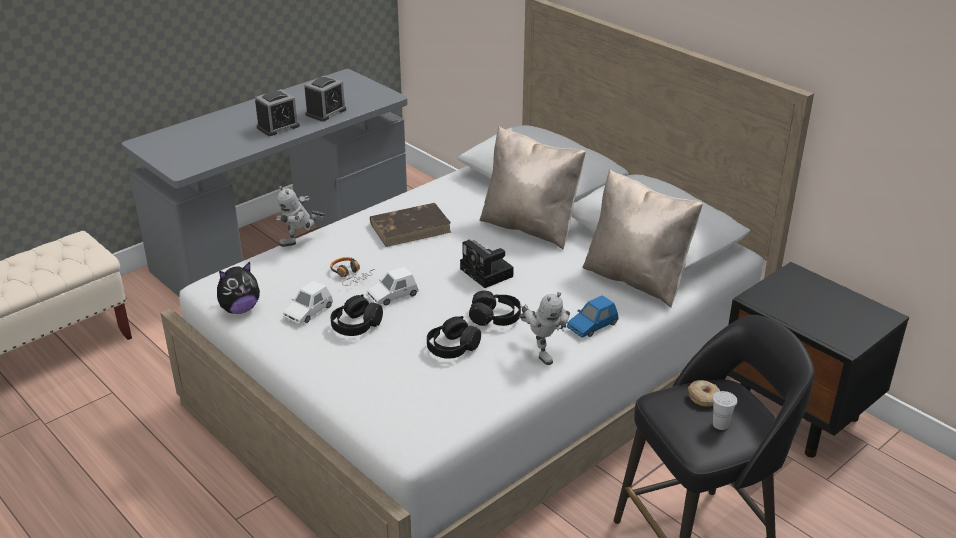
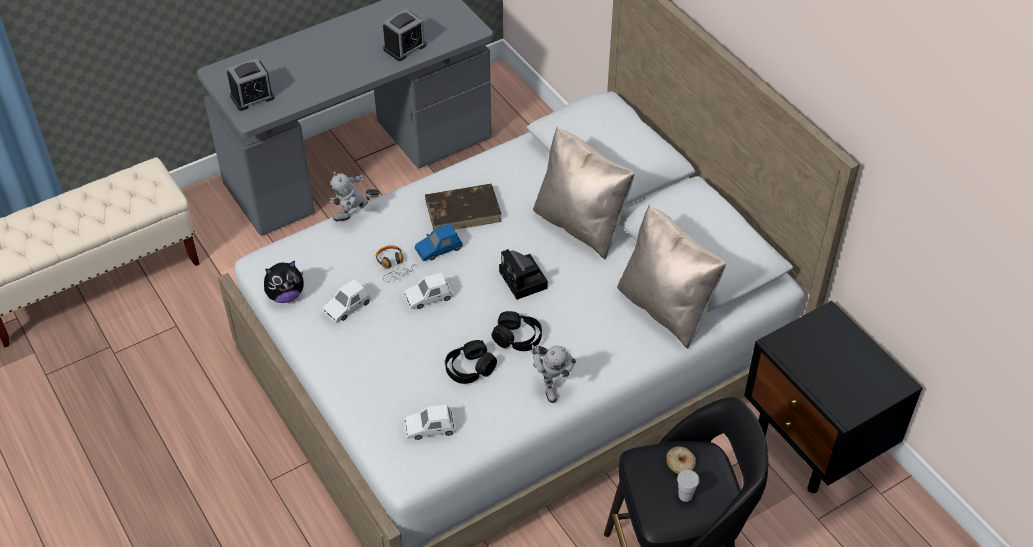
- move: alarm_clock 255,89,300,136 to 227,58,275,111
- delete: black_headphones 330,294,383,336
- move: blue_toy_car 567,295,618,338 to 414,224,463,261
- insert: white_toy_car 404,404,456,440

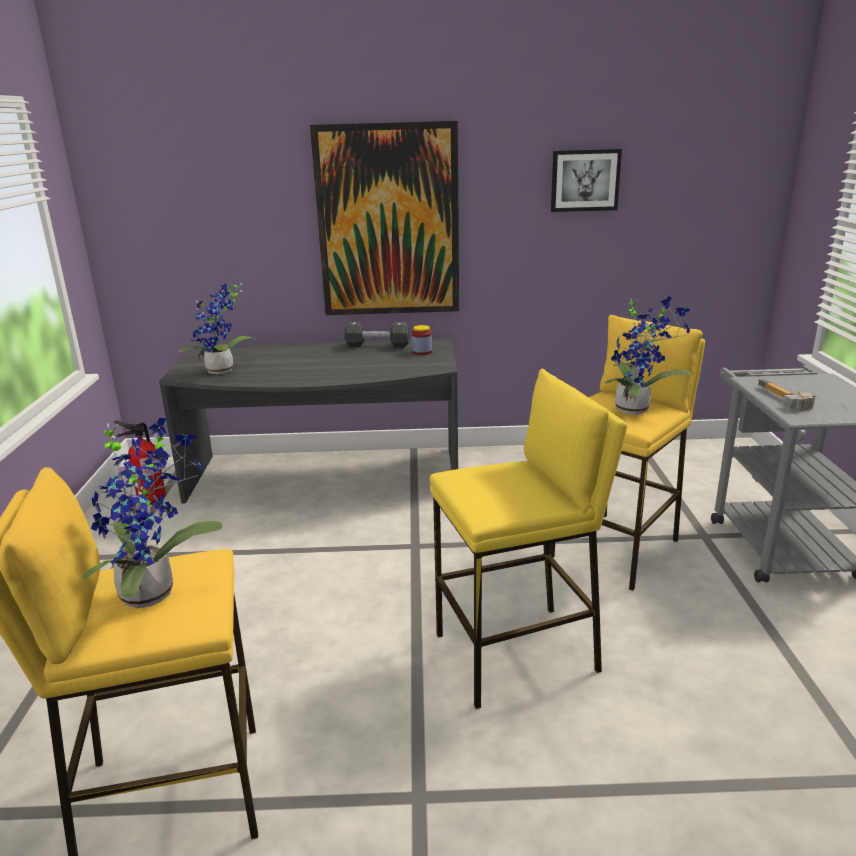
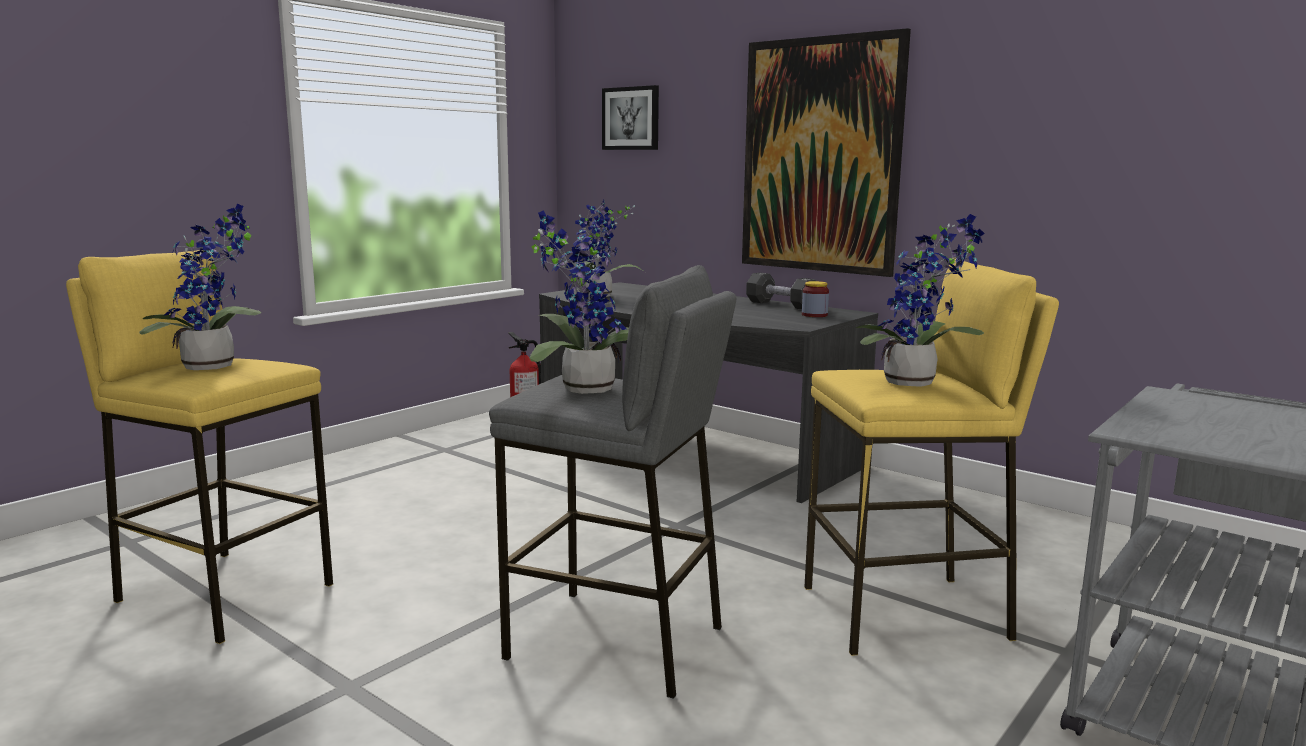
- recolor: yellow_stool 430,369,627,709 to grey_stool 489,265,737,699
- move: picture 551,149,622,212 to 602,85,659,150
- delete: hammer 758,379,815,411
- insert: potted_plant 529,210,629,394

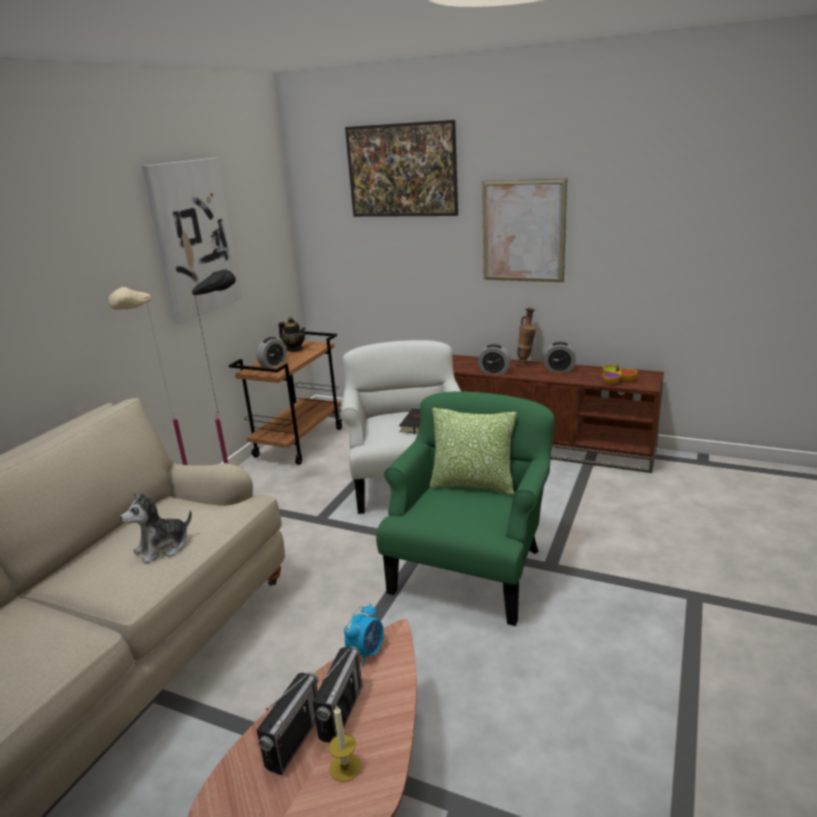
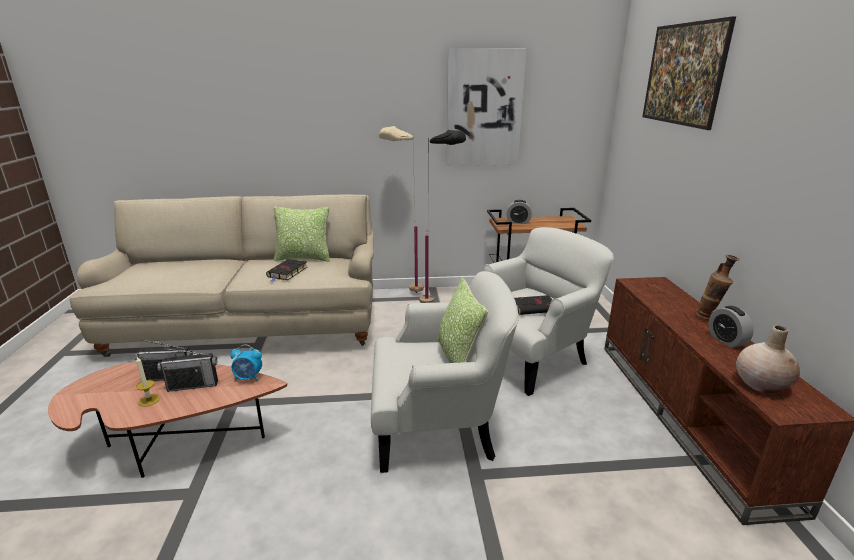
- replace: plush_toy 120,492,192,564 to black_book 266,259,307,282
- delete: teapot 278,317,305,351
- recolor: green_armchair 376,391,555,626 to white_armchair 371,271,519,473
- delete: alarm_clock 478,344,511,374
- delete: picture 482,179,567,282
- replace: bowl 602,364,638,384 to beige_vase 736,326,800,393
- insert: pillow 274,207,330,262

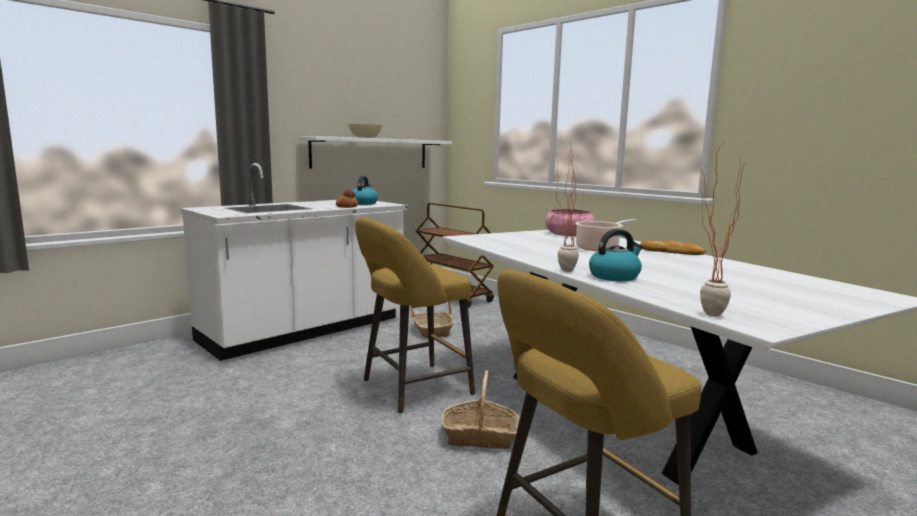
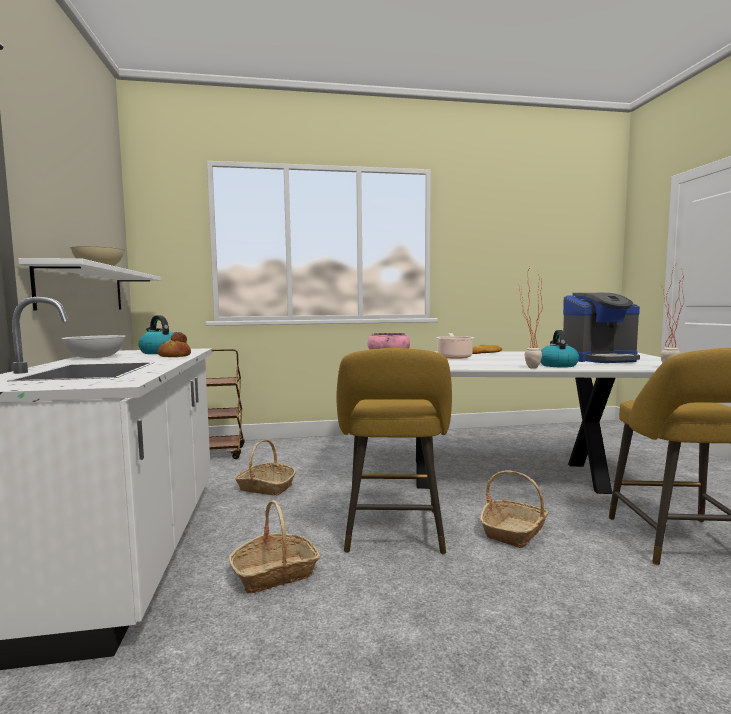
- insert: white_bowl 61,335,125,358
- insert: basket 229,500,321,594
- insert: coffee_machine 563,293,640,363

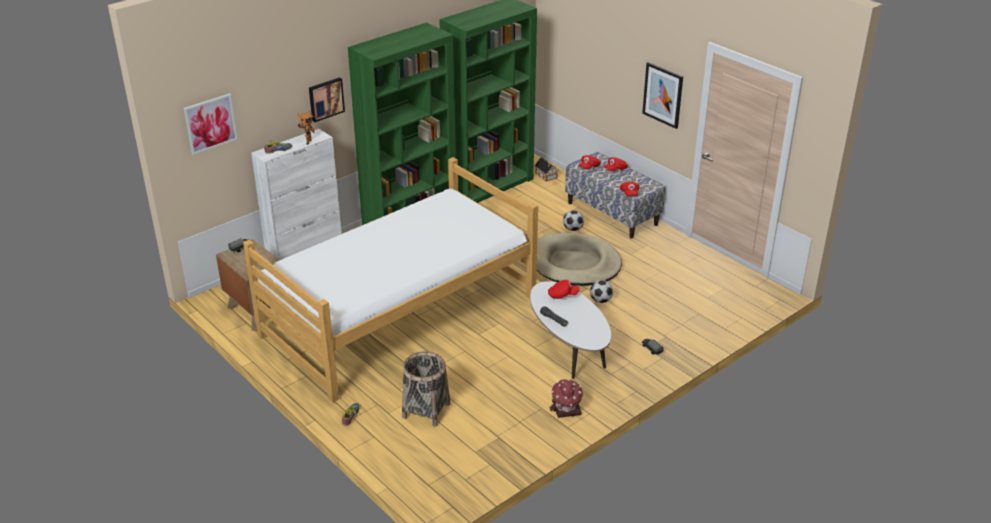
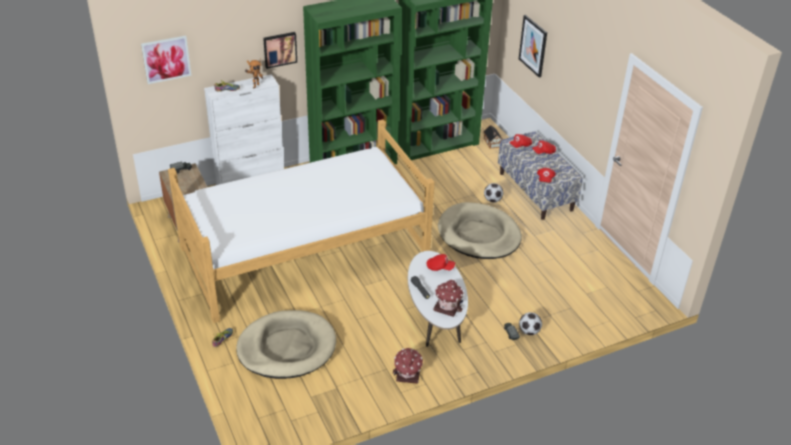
- replace: basket 402,351,450,427 to beige_dog_bed 236,310,336,379
- move: football 590,280,613,303 to 519,312,542,335
- move: picture 642,62,683,129 to 519,15,547,78
- insert: toy_house 434,280,464,317

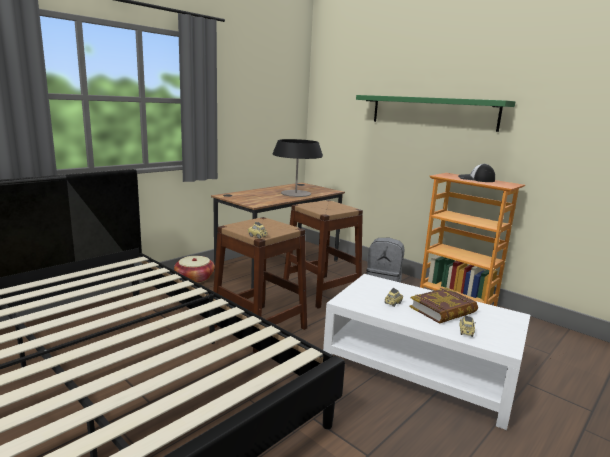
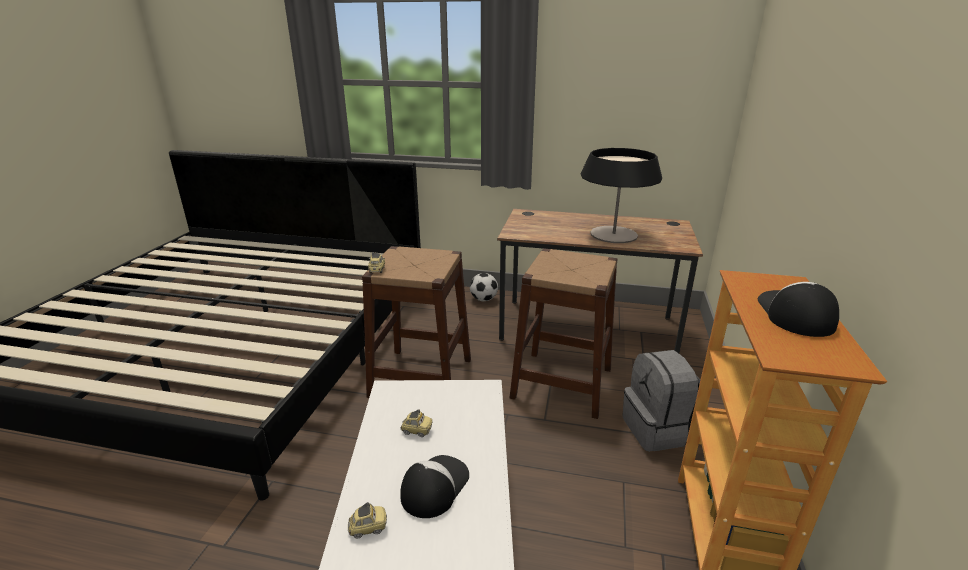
- replace: basket 174,256,215,283 to football 470,273,498,301
- delete: green_shelf 356,95,515,132
- replace: book 410,287,478,324 to cap 400,455,469,518

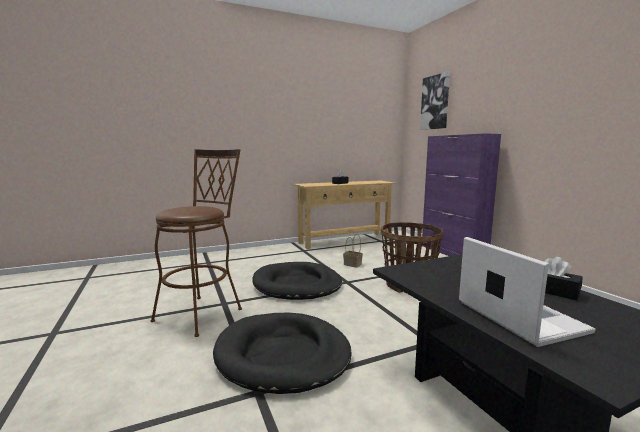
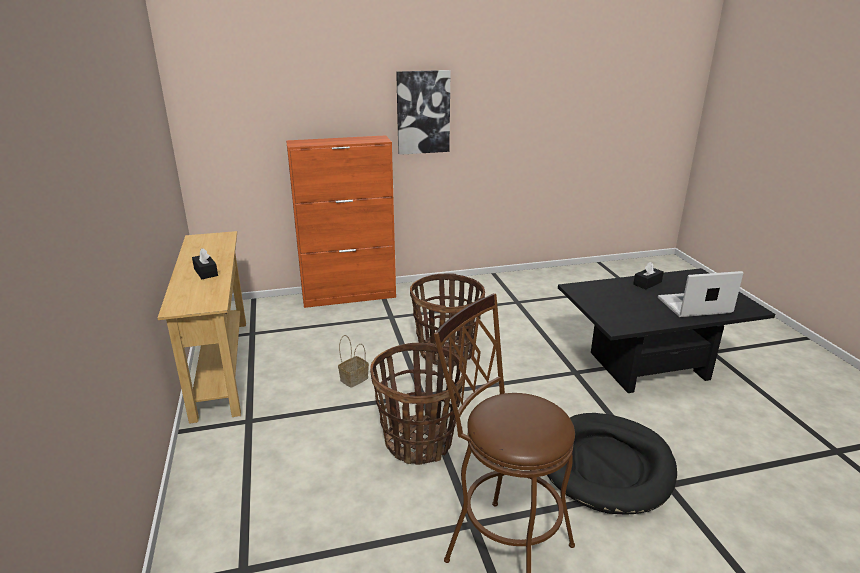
- replace: black_dog_bed 252,262,342,300 to basket 370,343,464,465
- move: picture 420,72,450,130 to 396,70,451,155
- recolor: purple_cabinet 422,133,501,256 to orange_cabinet 286,135,396,308

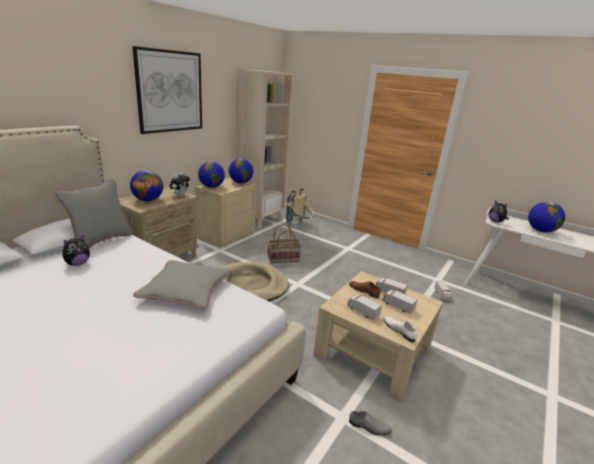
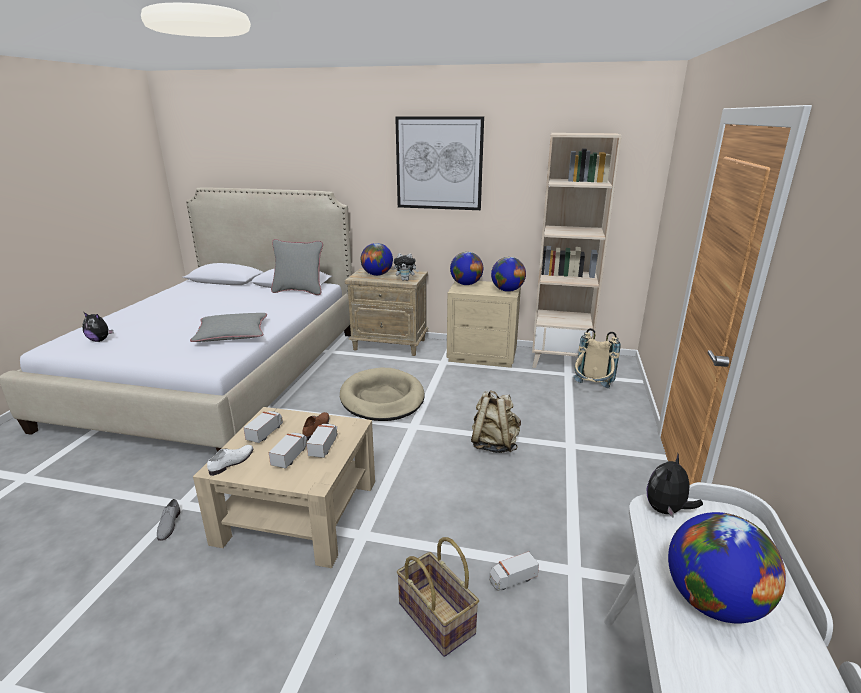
- move: plush_toy 63,235,90,266 to 82,312,113,342
- move: basket 268,224,302,264 to 397,537,479,657
- insert: beige_backpack 471,390,521,453

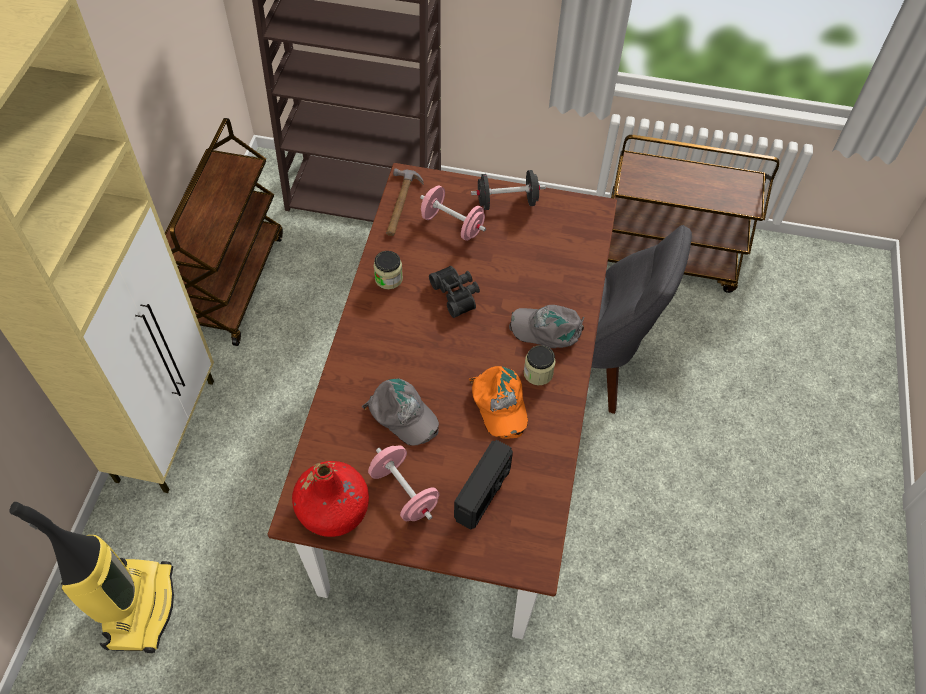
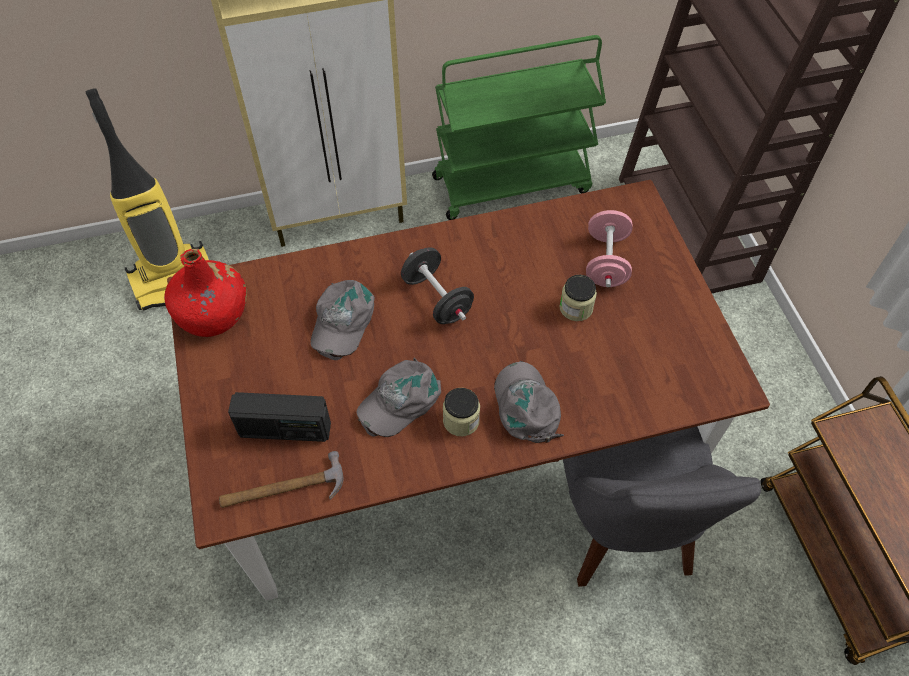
- recolor: brown_cart 165,118,283,346 to green_cart 432,35,606,220
- delete: pink_dumbbell 368,445,440,521
- move: jar 374,251,403,289 to 560,275,597,321
- move: hammer 386,168,424,236 to 219,451,343,508
- delete: black_binoculars 429,266,480,318
- recolor: orange_cap 469,366,528,439 to grey_cap 356,358,441,437
- move: black_dumbbell 471,170,546,210 to 401,247,474,324

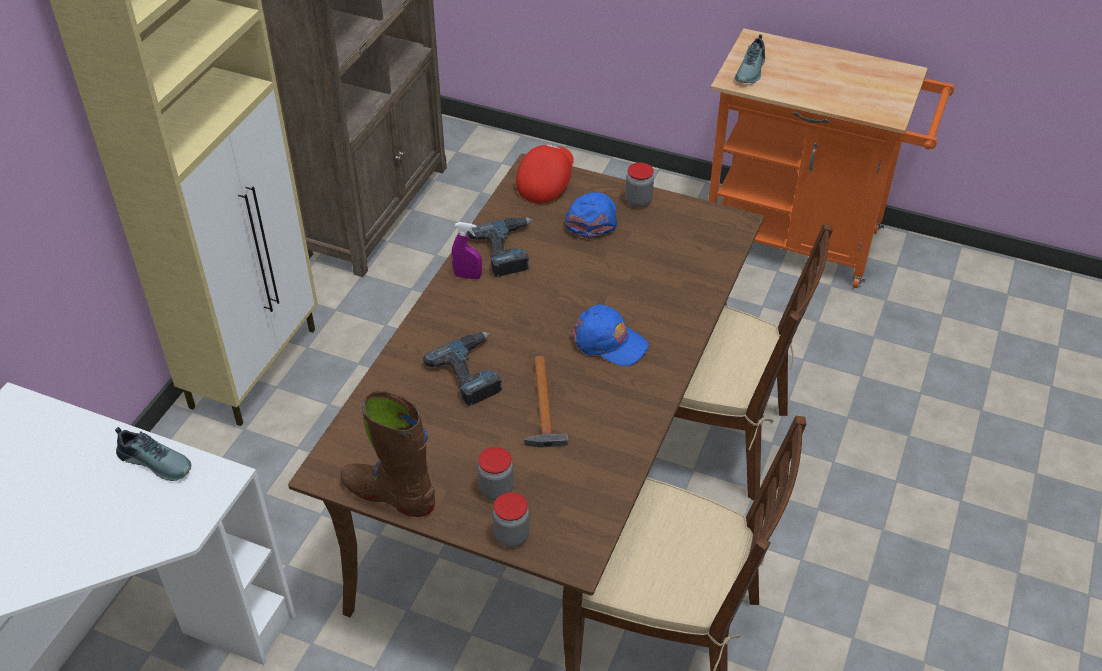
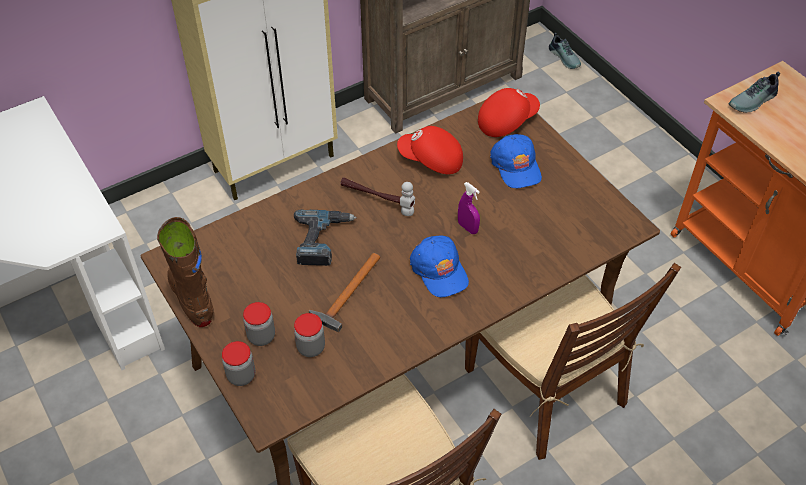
- move: shoe 115,427,192,481 to 549,33,581,69
- move: purple_spray_bottle 452,222,482,279 to 458,182,480,234
- replace: power_drill 467,217,533,276 to red_cap 397,126,463,174
- rotate: blue_cap 565,192,617,240 = 490,134,542,188 120 degrees clockwise
- move: jar 625,163,654,208 to 294,313,325,357
- insert: hammer 341,177,415,216

